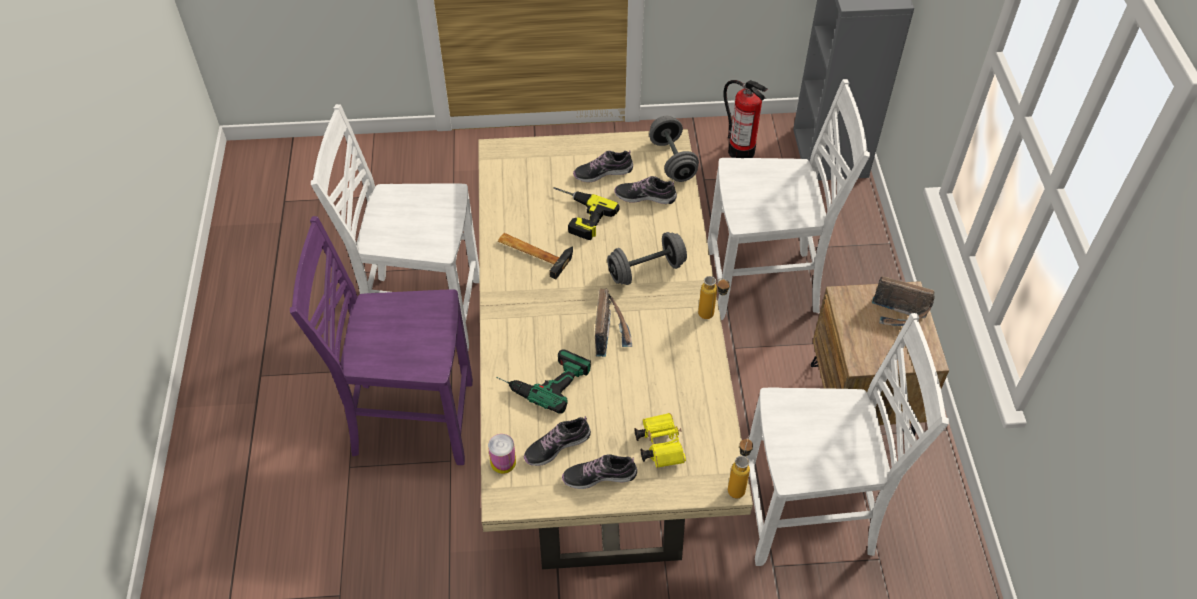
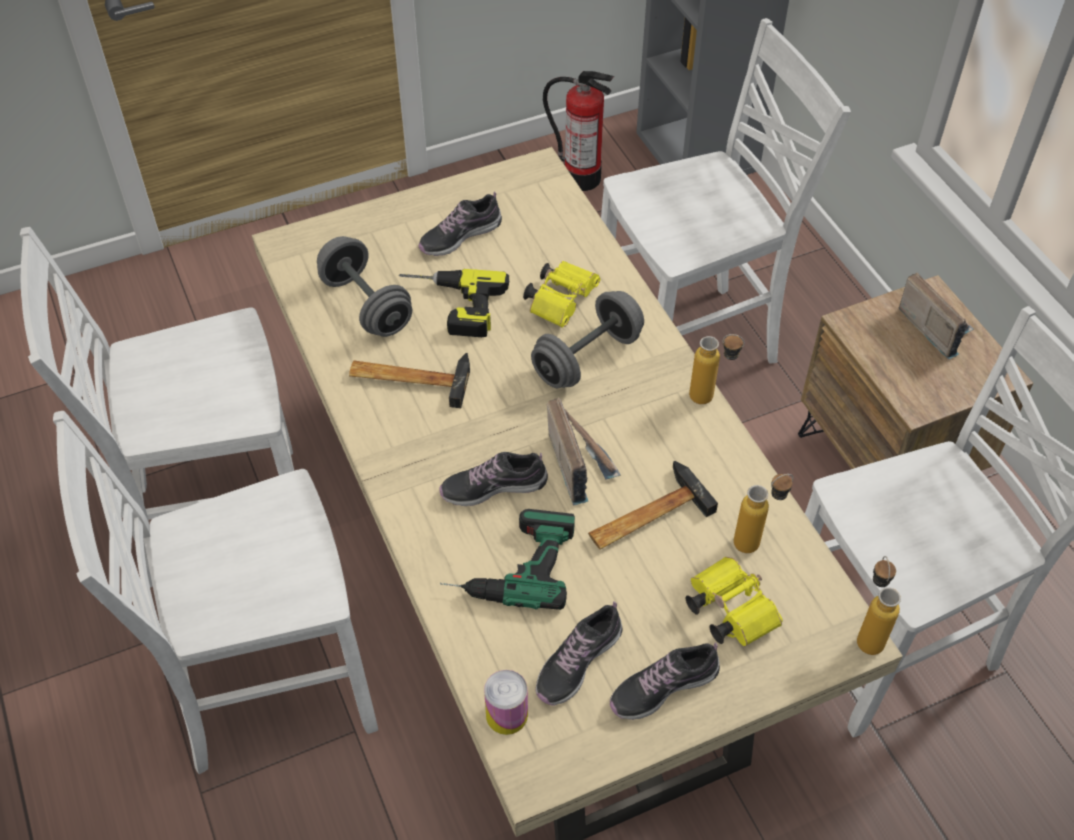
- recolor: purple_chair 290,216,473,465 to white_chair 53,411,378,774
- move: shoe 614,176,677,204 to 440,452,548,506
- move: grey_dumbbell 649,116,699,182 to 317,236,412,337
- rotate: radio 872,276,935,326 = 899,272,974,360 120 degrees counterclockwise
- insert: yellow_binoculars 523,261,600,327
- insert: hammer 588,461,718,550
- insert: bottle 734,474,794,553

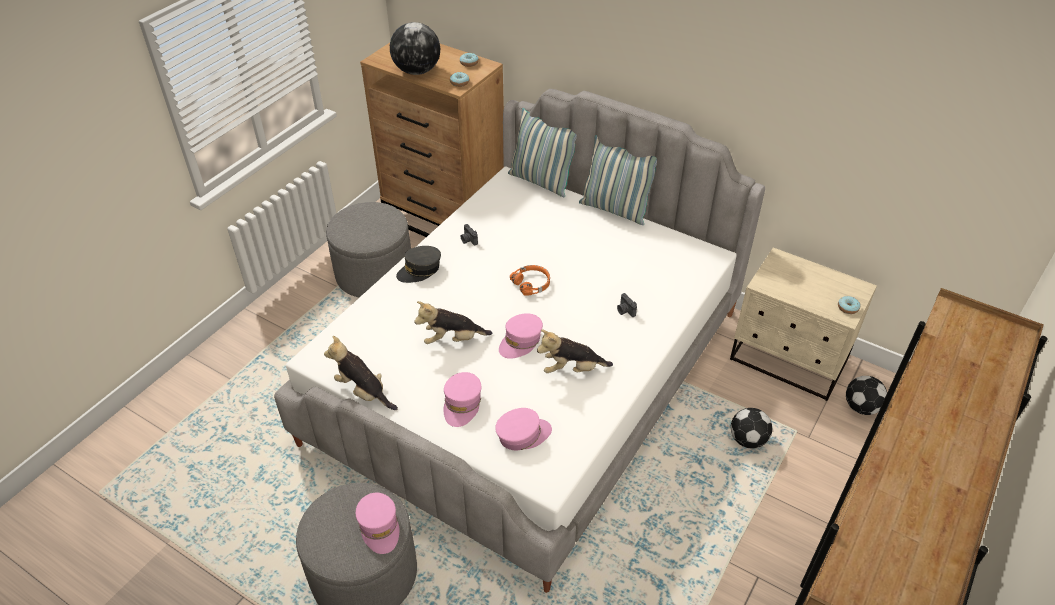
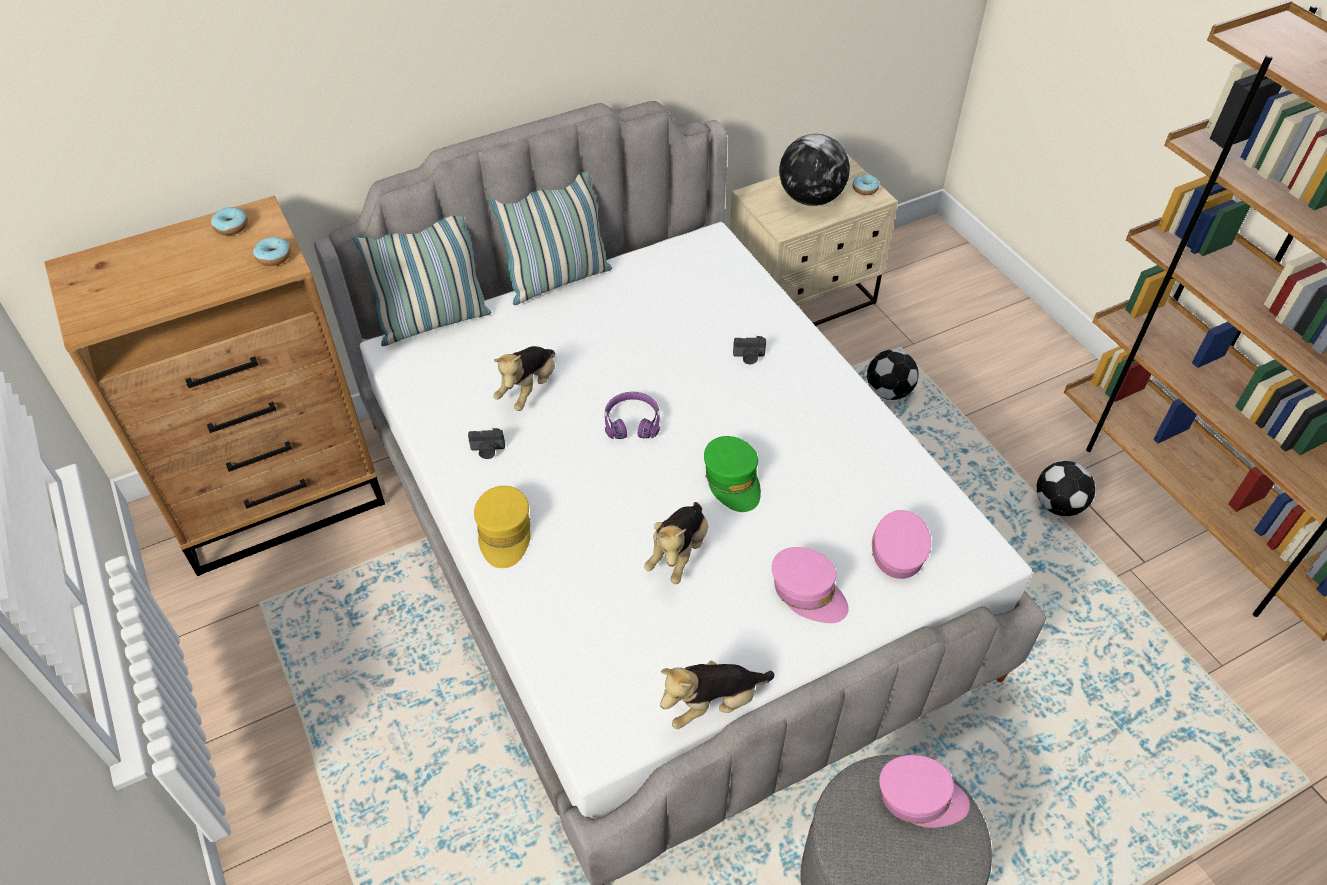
- delete: grey_ottoman 326,202,411,298
- move: globe 390,22,440,75 to 779,134,850,206
- recolor: grey_cap 396,246,441,283 to yellow_cap 474,486,531,568
- recolor: pink_cap 499,313,543,359 to green_cap 704,436,761,512
- recolor: orange_headphones 510,265,550,296 to purple_headphones 605,392,660,439
- move: plush_toy 537,330,613,373 to 493,346,555,411
- move: football 846,376,887,415 to 1037,461,1095,516

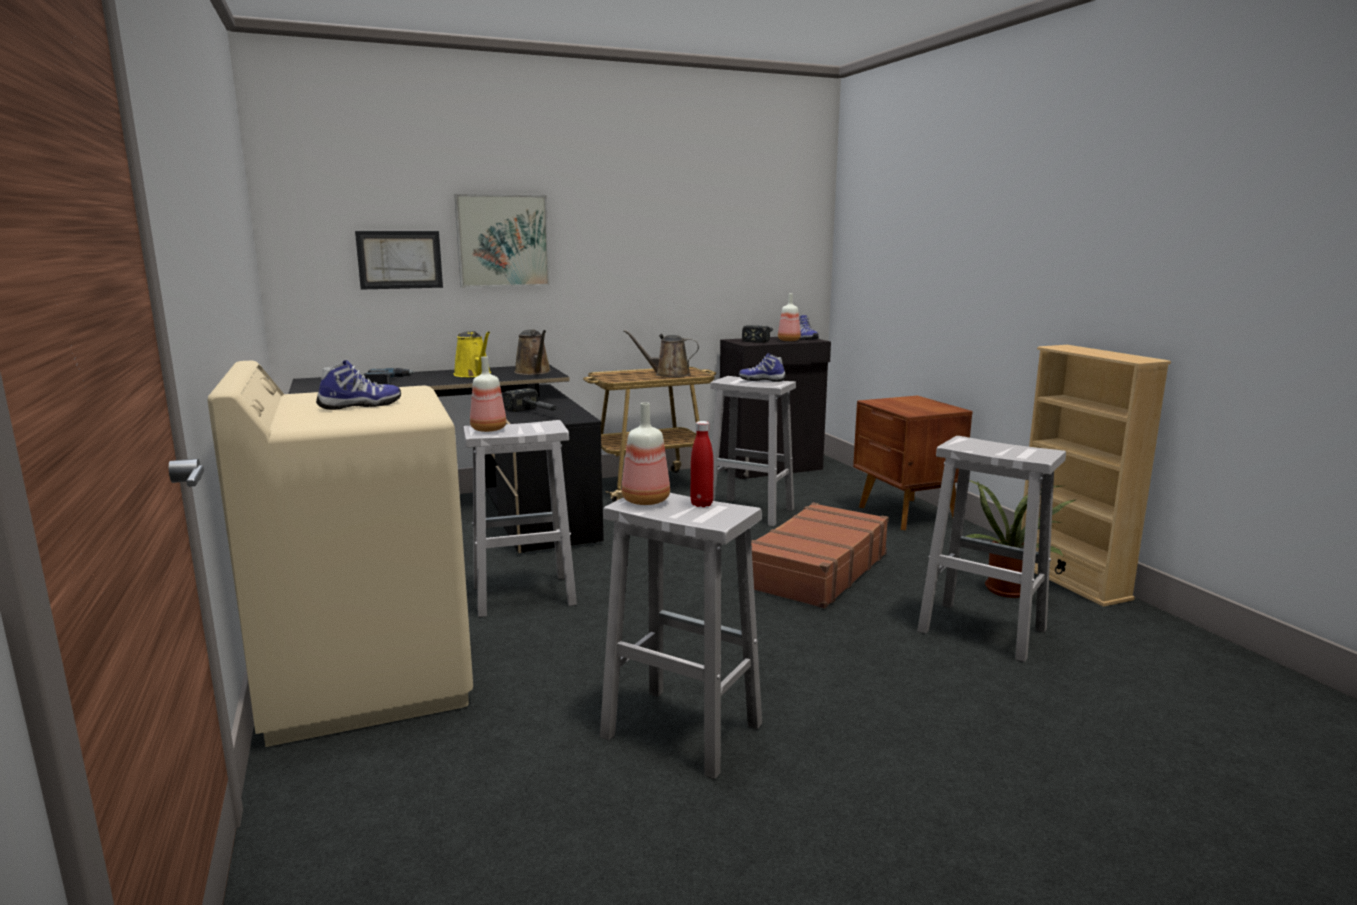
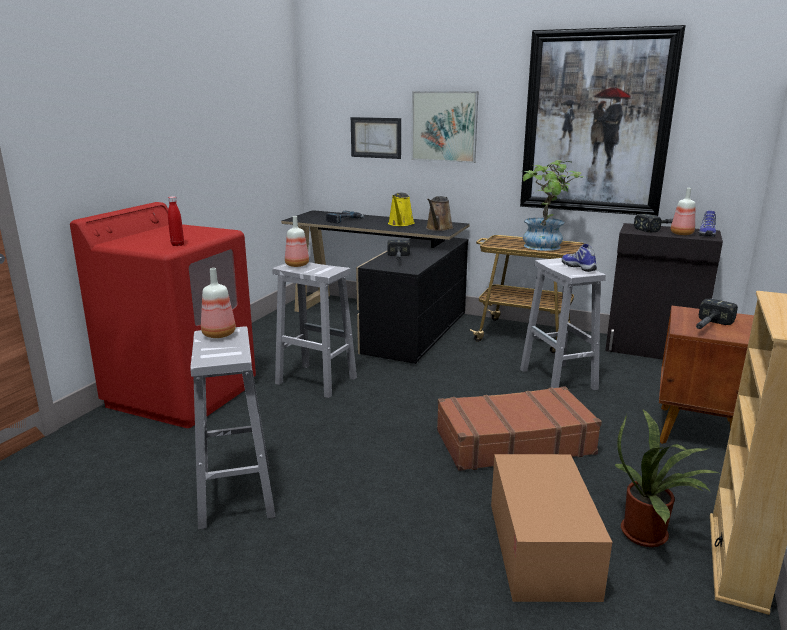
- recolor: beige_washing_machine 207,360,473,747 to red_washing_machine 70,202,256,428
- delete: shoe 316,360,401,410
- replace: brown_watering_can 624,330,699,377 to potted_plant 523,160,589,251
- move: red_bottle 691,421,713,507 to 168,196,184,246
- replace: white_stool 917,436,1066,662 to cardboard_box 491,454,612,602
- insert: picture 520,25,686,216
- insert: hammer 696,299,738,329

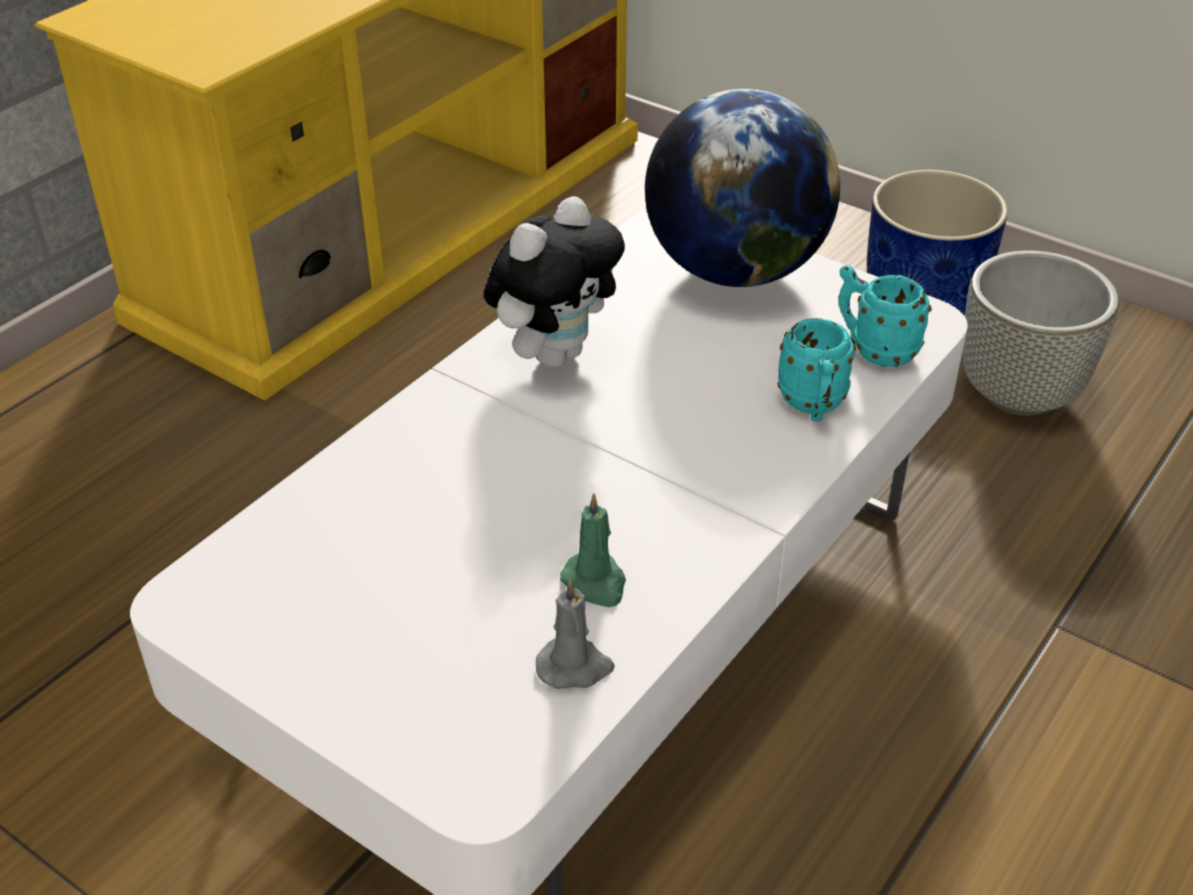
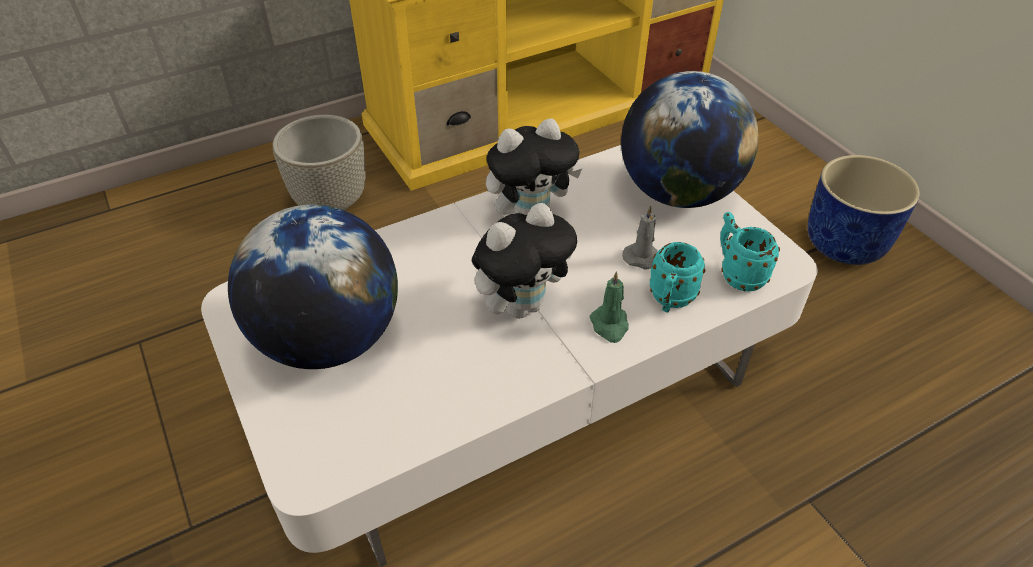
- move: grey_candle 536,578,615,689 to 622,205,658,270
- move: green_candle 560,493,626,607 to 589,271,629,343
- move: grey_planter 963,250,1119,416 to 272,115,365,210
- insert: globe 228,204,398,369
- insert: plush_toy 472,203,577,319

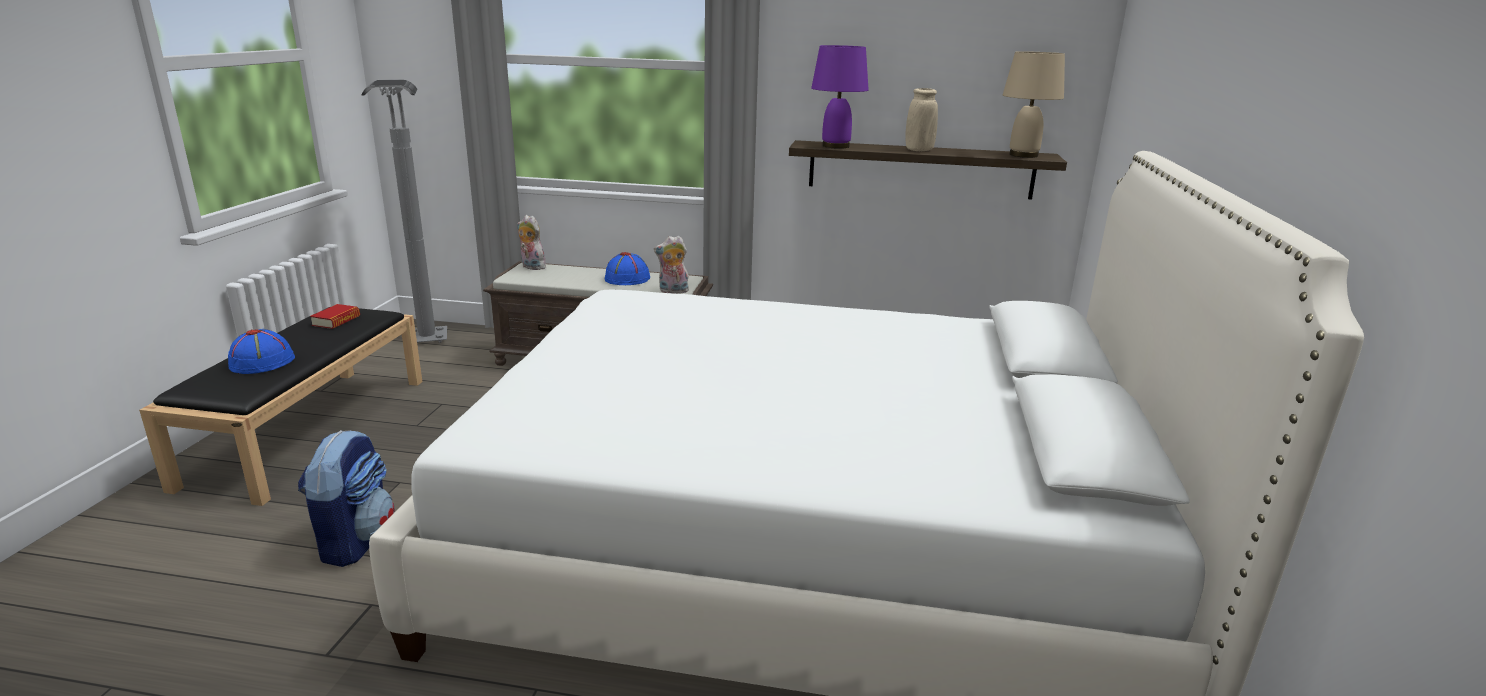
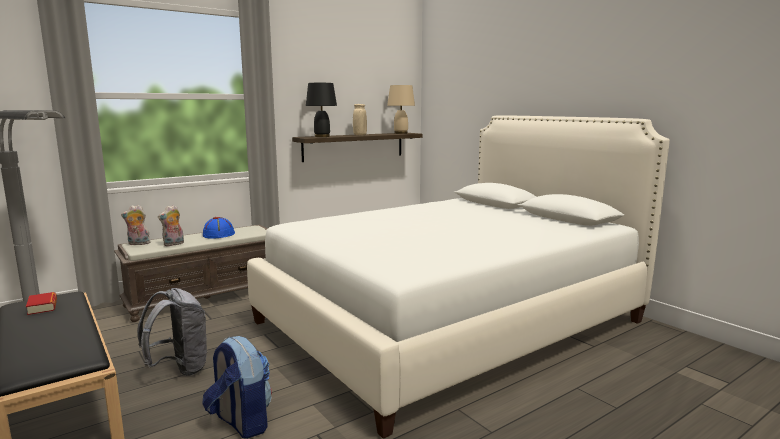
- delete: blue_hat 228,329,295,374
- move: plush_toy 654,236,689,294 to 158,205,184,246
- recolor: purple_table_lamp 811,45,869,149 to black_table_lamp 306,83,337,137
- insert: grey_backpack 137,288,208,376

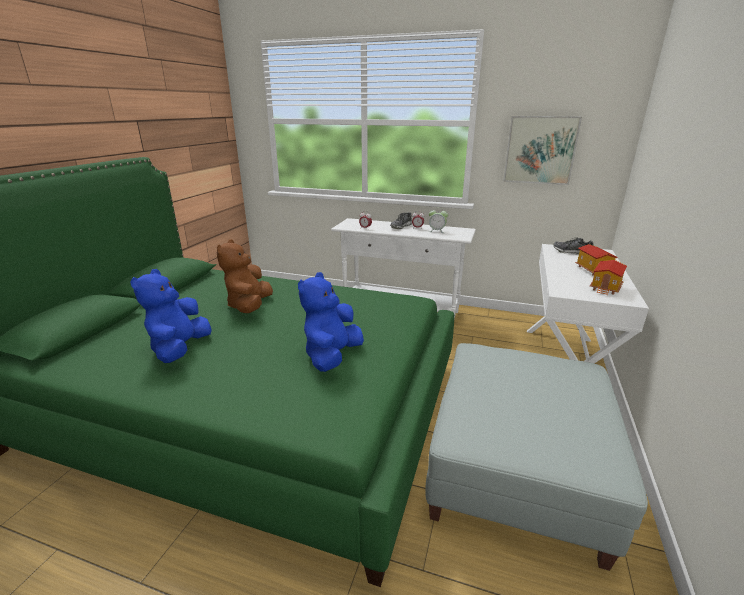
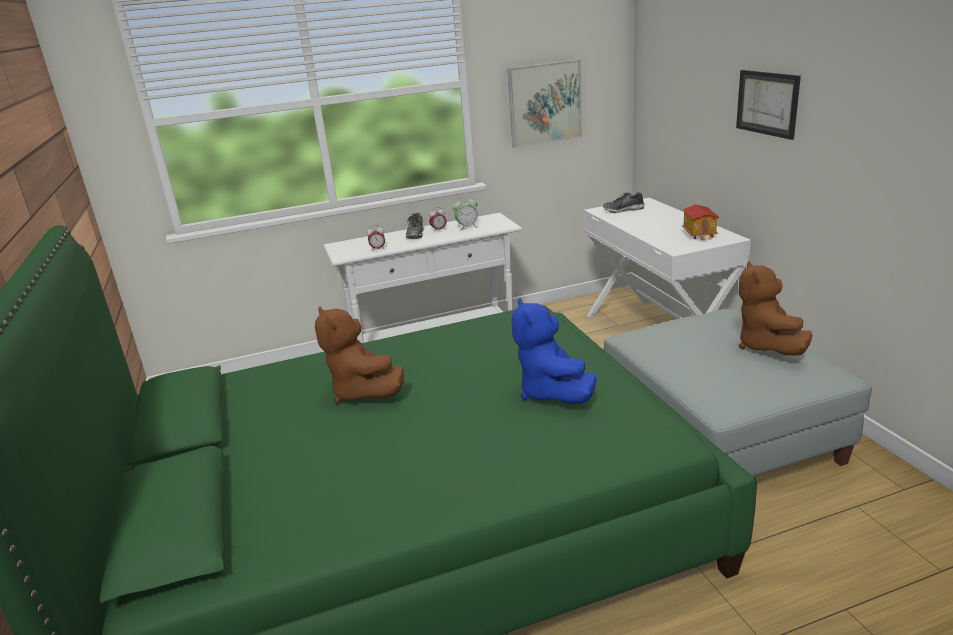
- delete: blue_plush_toy 130,269,212,363
- delete: toy_house 575,244,618,276
- insert: picture 736,70,801,140
- insert: brown_plush_toy 739,261,813,356

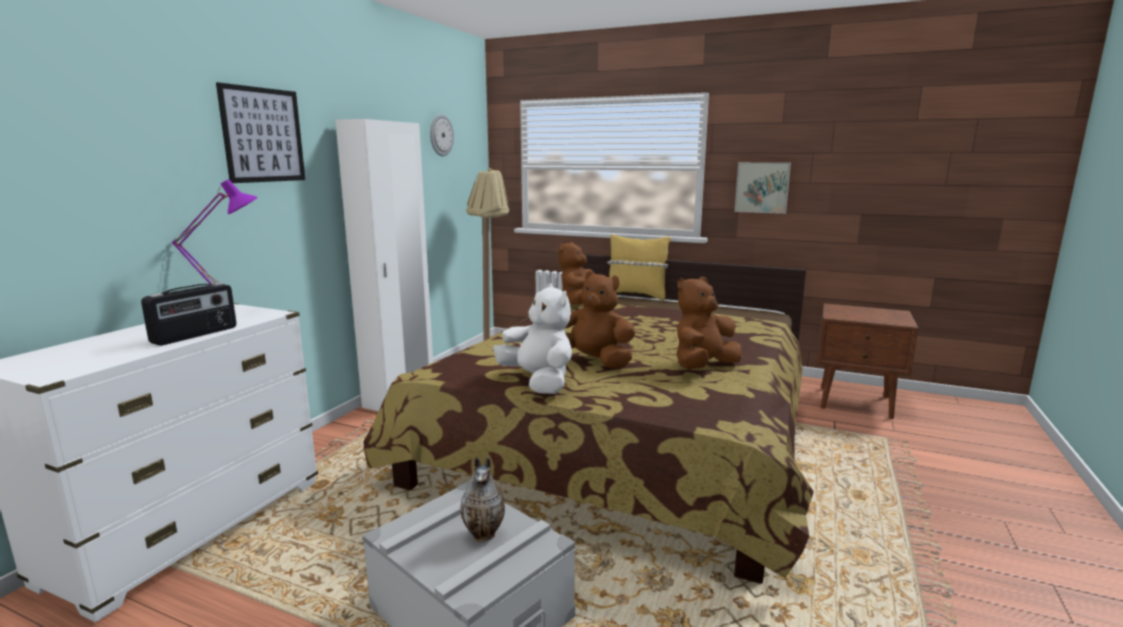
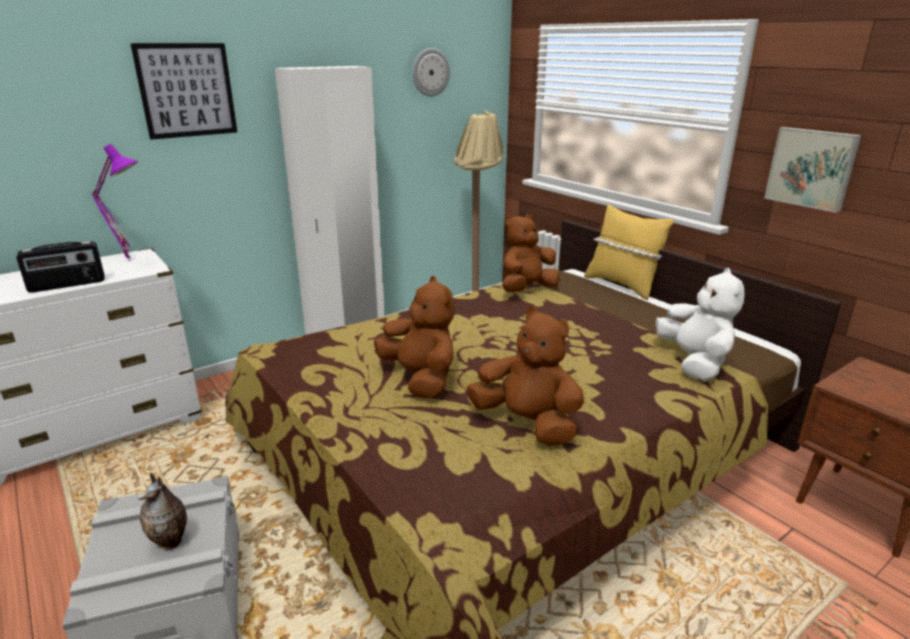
- move: white_plush_toy 493,283,572,394 to 656,268,744,381
- rotate: brown_plush_toy 676,276,742,369 = 466,307,584,446 45 degrees clockwise

